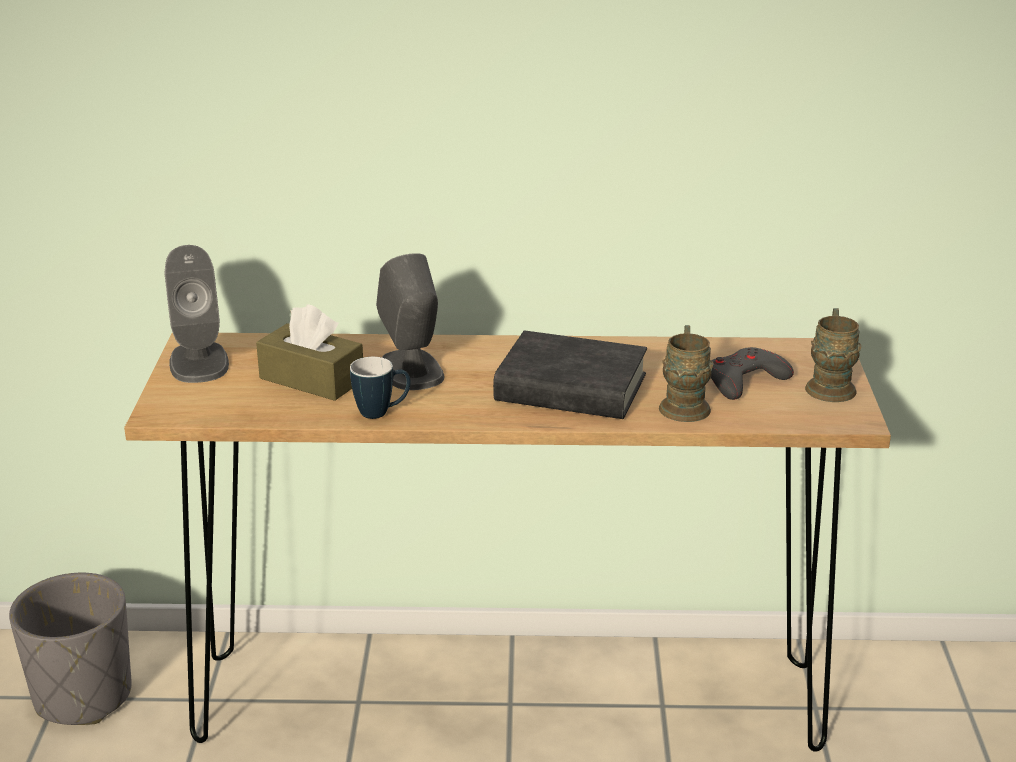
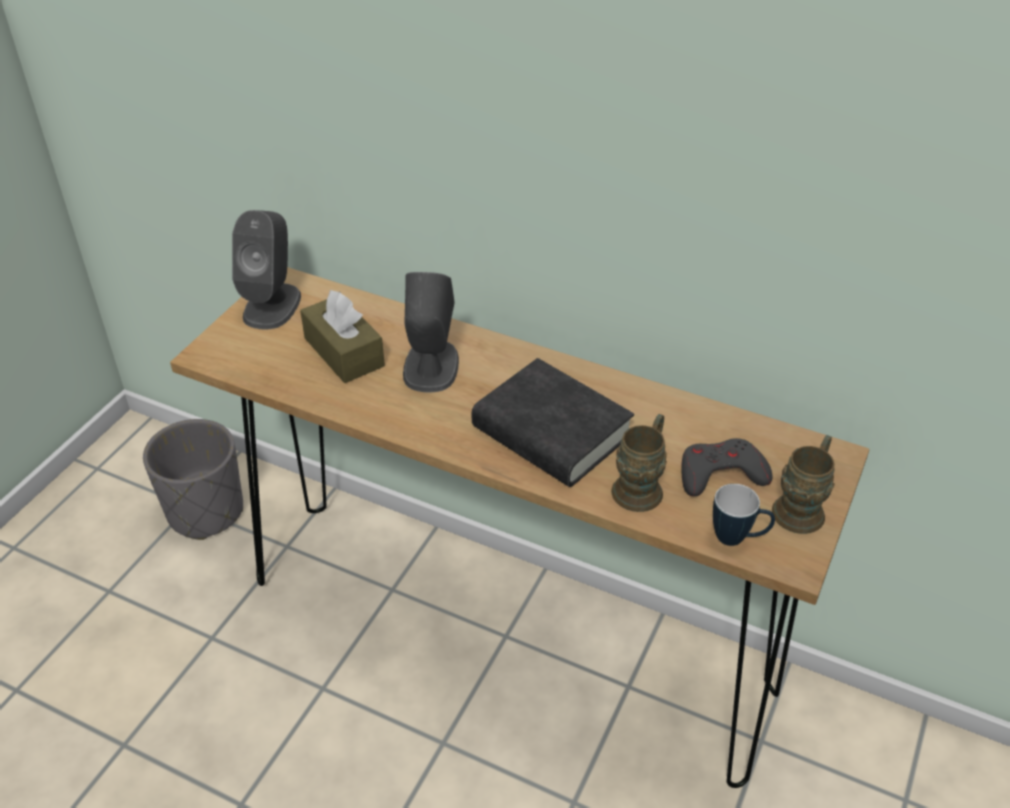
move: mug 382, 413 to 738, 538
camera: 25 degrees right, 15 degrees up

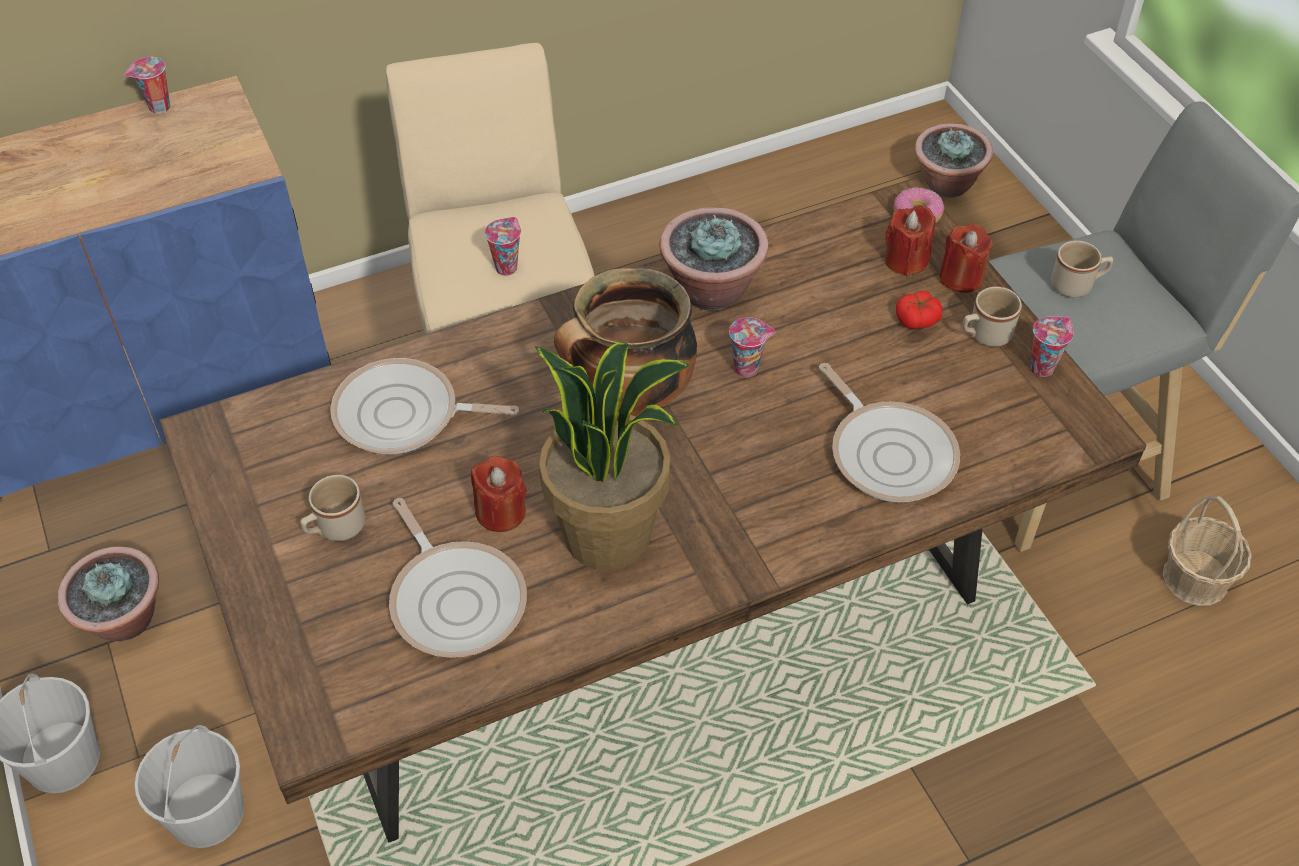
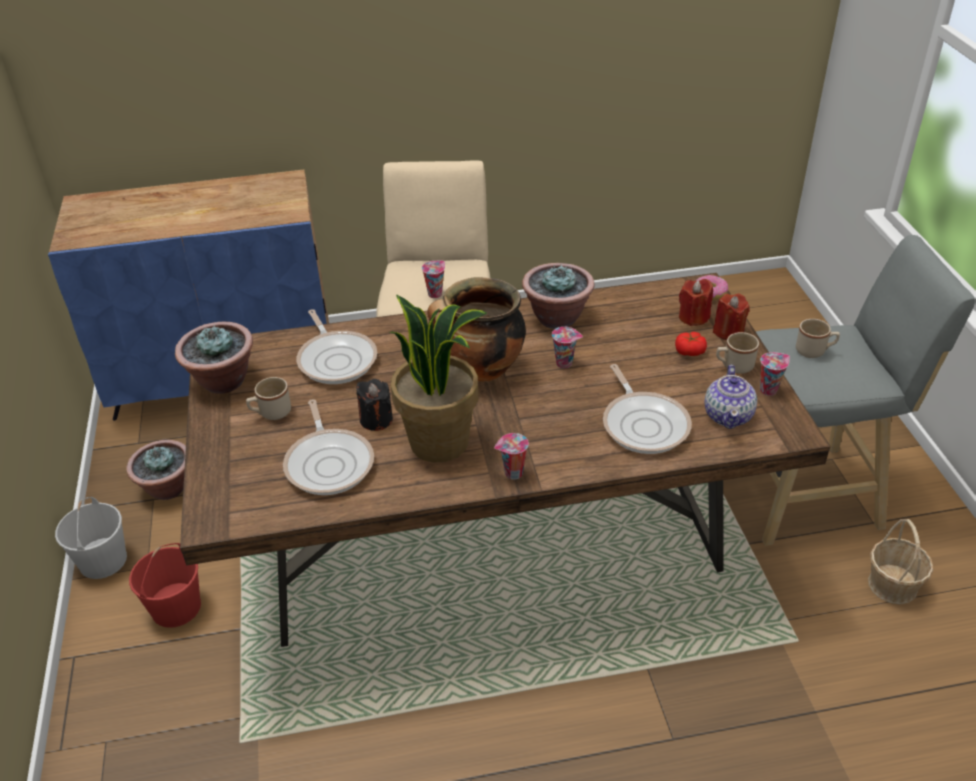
insert: teapot 728, 415
move: potted plant 946, 184 to 222, 381; cup 158, 108 to 512, 474
recolor: bucket/white 206, 811 to bucket/red 176, 606; candle/red 501, 512 to candle/black 376, 419
rotate: frying pan 404, 416 = 337, 359 135 degrees counterclockwise
camera: 15 degrees right, 10 degrees down

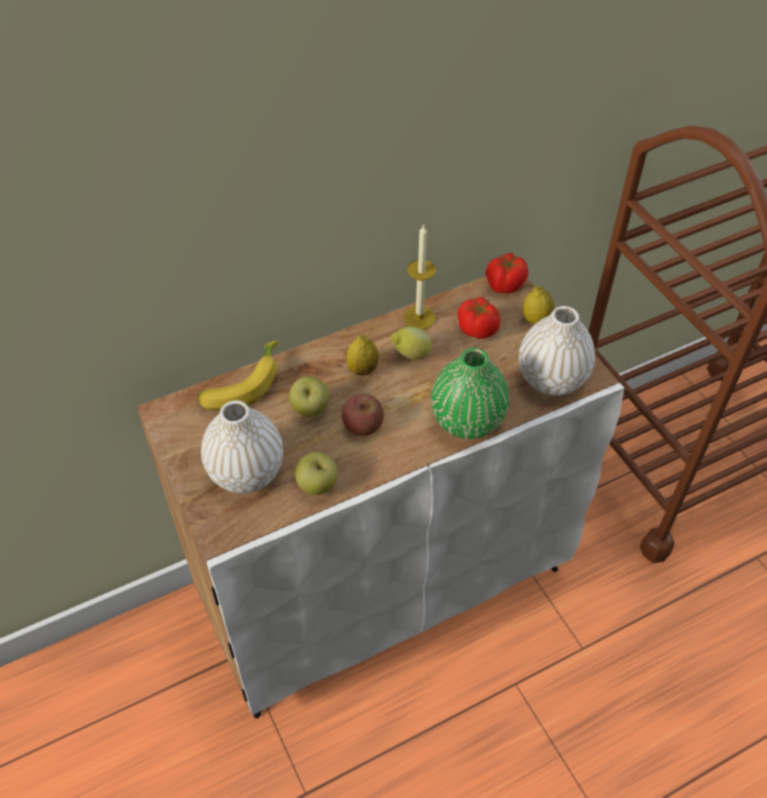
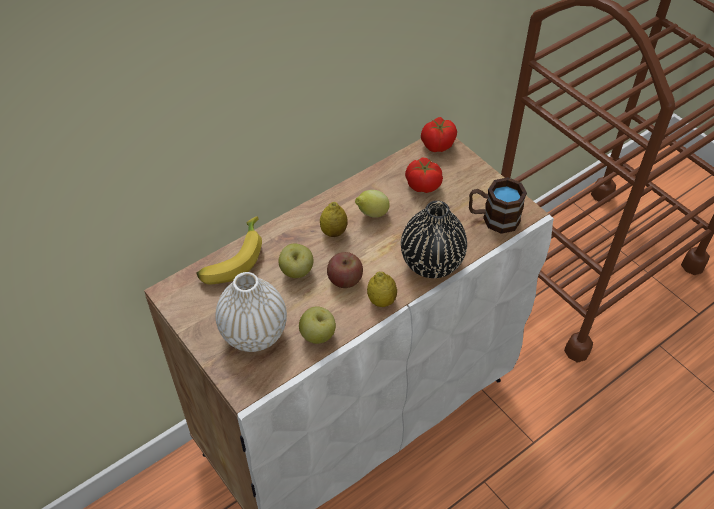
delete: candle 419, 318
move: lemon 536, 320 to 381, 300
replace: vase/white 551, 379 to mug/brown 493, 218
recolor: vase/green 467, 420 to vase/black 431, 262
camera: 10 degrees left, 0 degrees up

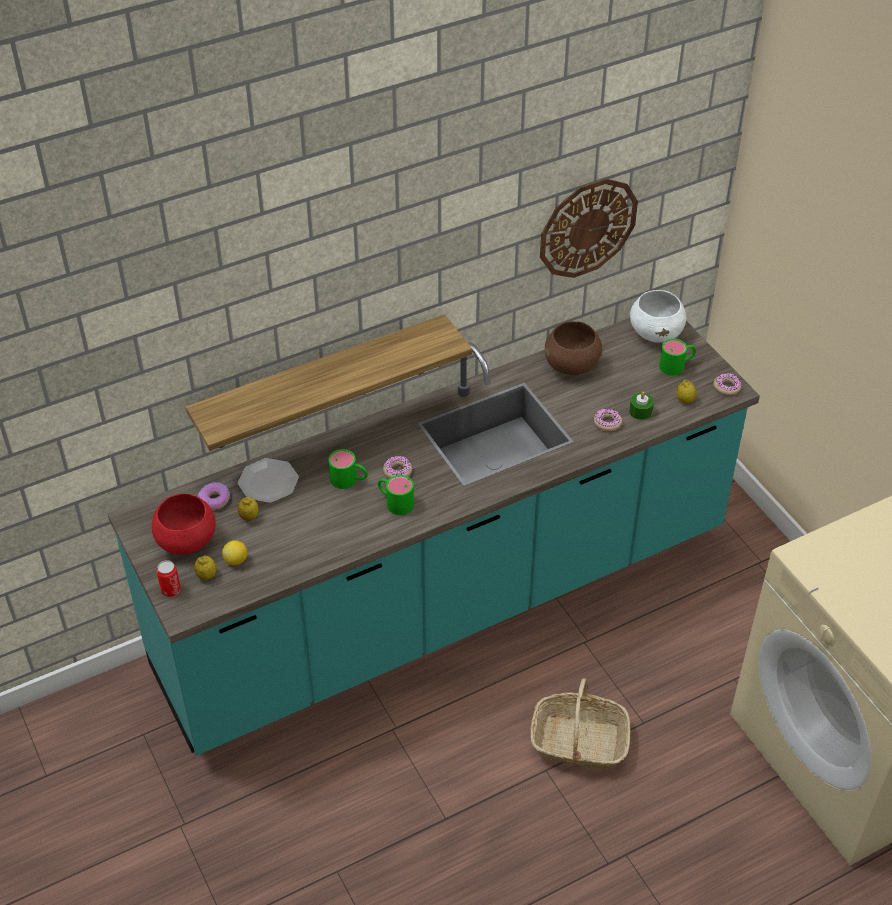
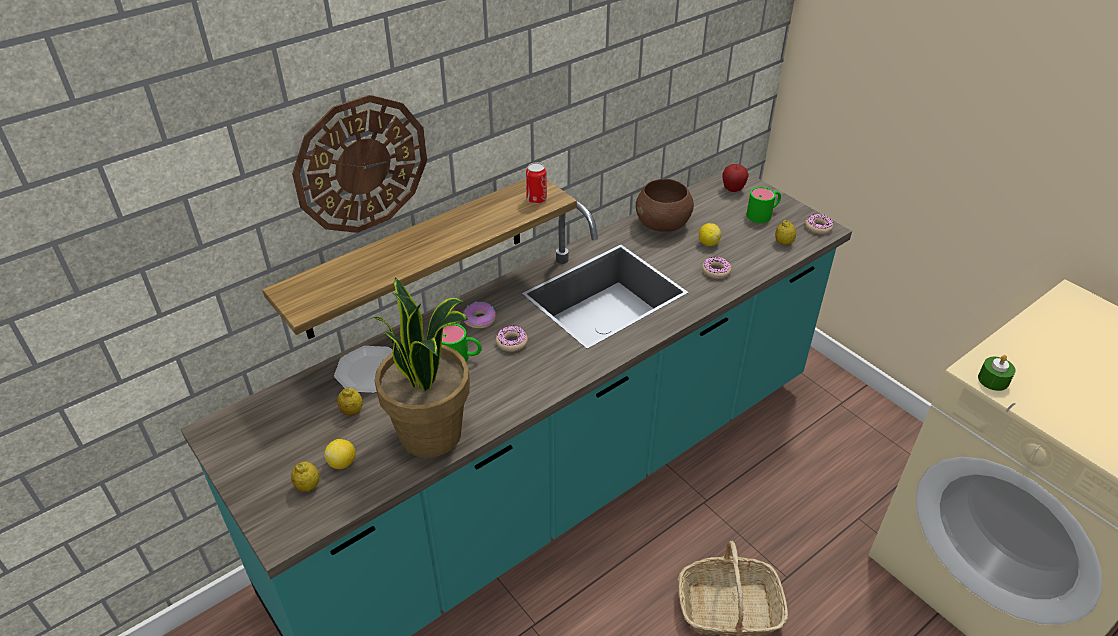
delete: bowl/red 186, 541; mug/green 395, 502
insert: potted plant 432, 433; lemon 708, 243
move: wall clock 587, 227 to 361, 165; donut 215, 499 to 480, 319; can 171, 590 to 536, 199; candle/green 640, 411 to 993, 380
replace: bowl/white 656, 333 to apple 733, 189
camera: 10 degrees left, 5 degrees down

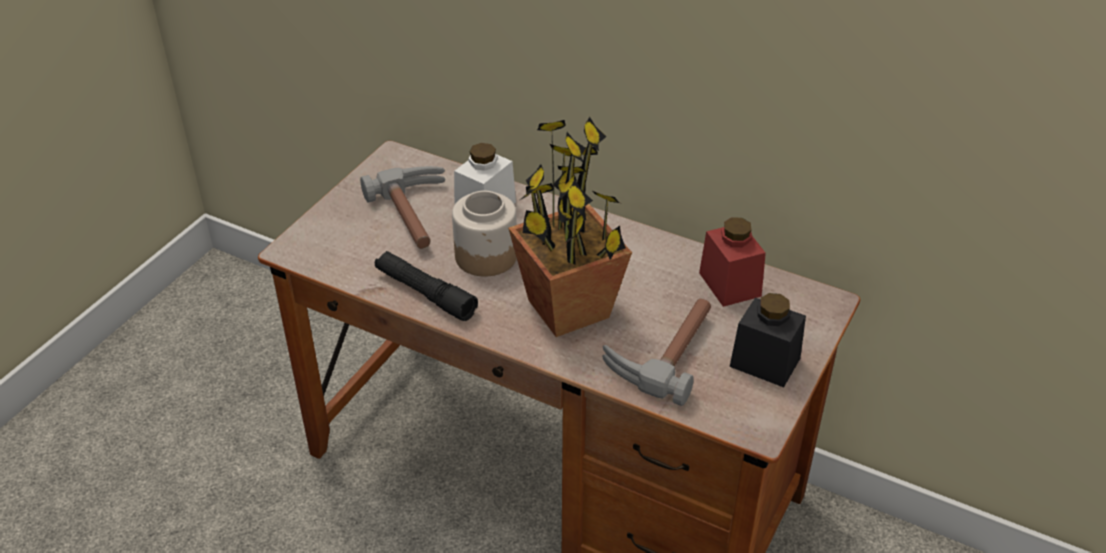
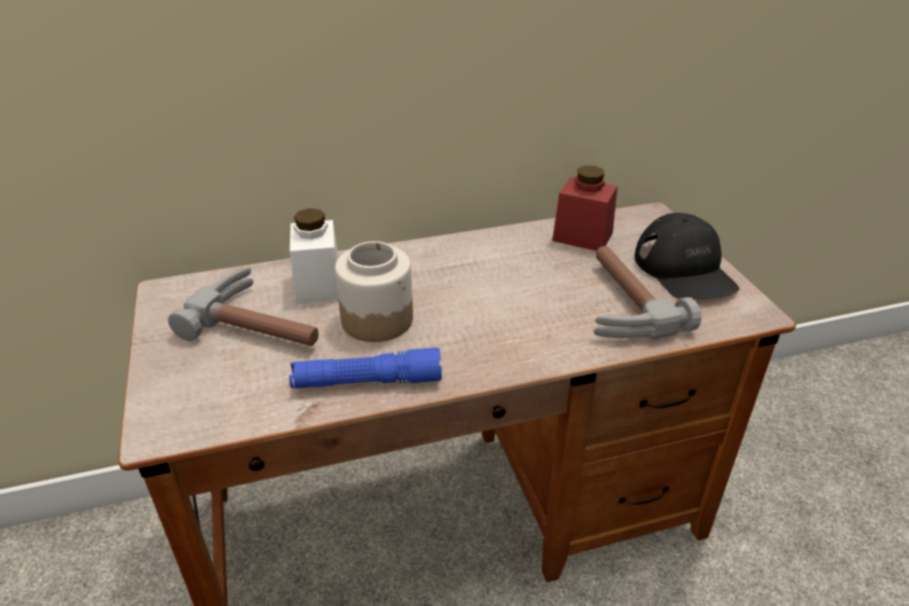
delete: potted plant 569, 309
replace: jar/black 765, 362 to cap/black 684, 269
recolor: flashlight/black 425, 293 to flashlight/blue 367, 382
camera: 45 degrees left, 5 degrees down

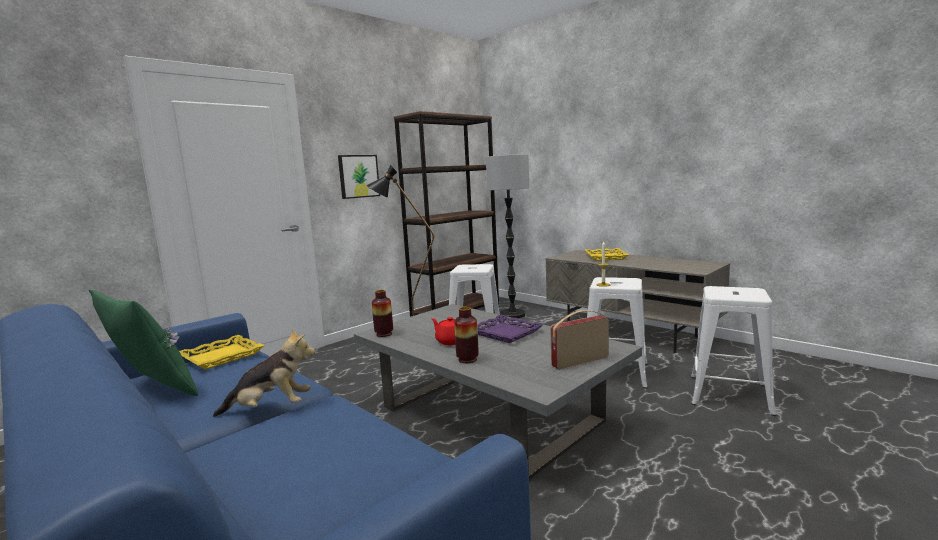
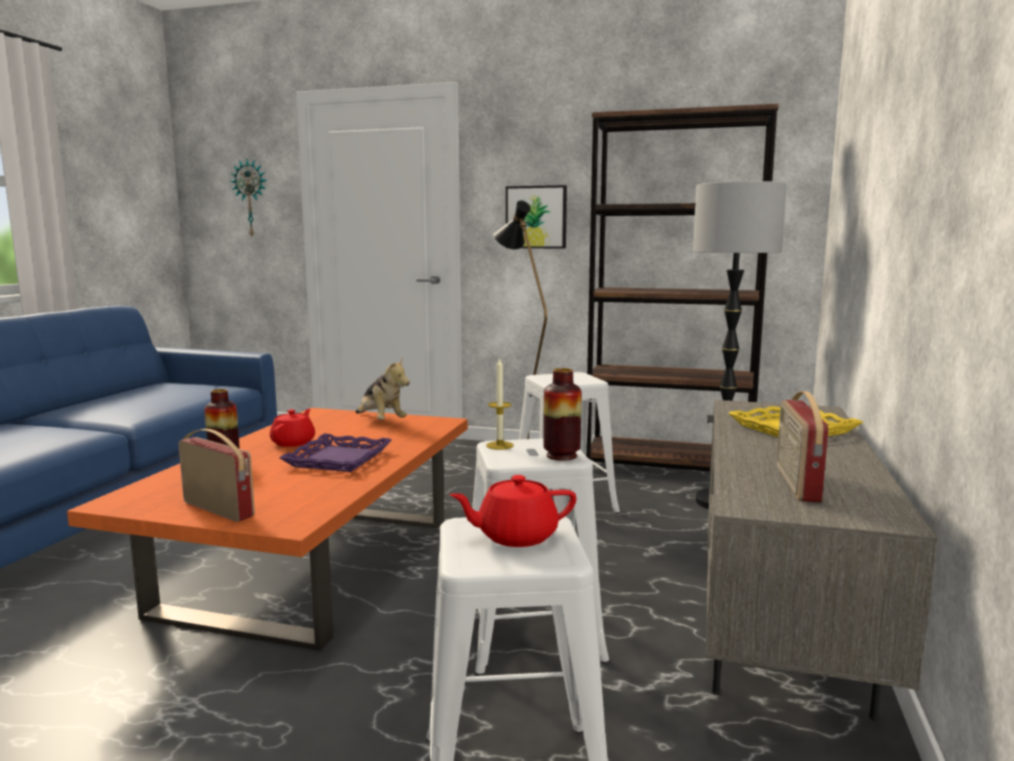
delete: pillow/green 152, 391; tray/yellow 221, 356
insert: wall clock 251, 198; teapot/red 515, 536; radio 796, 484
move: plush toy 271, 408 to 380, 421; vase 384, 334 to 561, 456
recolor: coffee table/grey 486, 414 to coffee table/orange 312, 562
camera: 60 degrees right, 0 degrees up

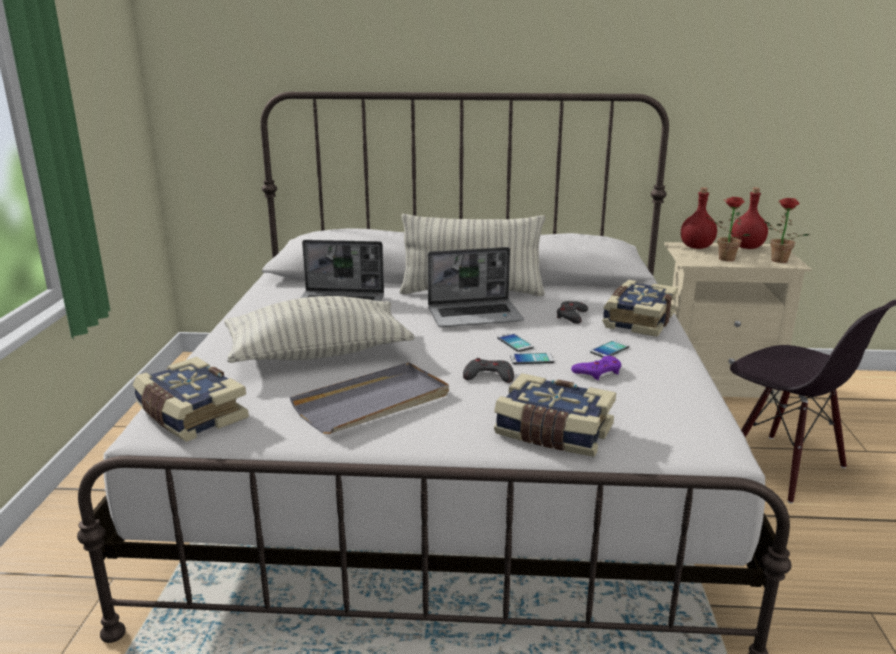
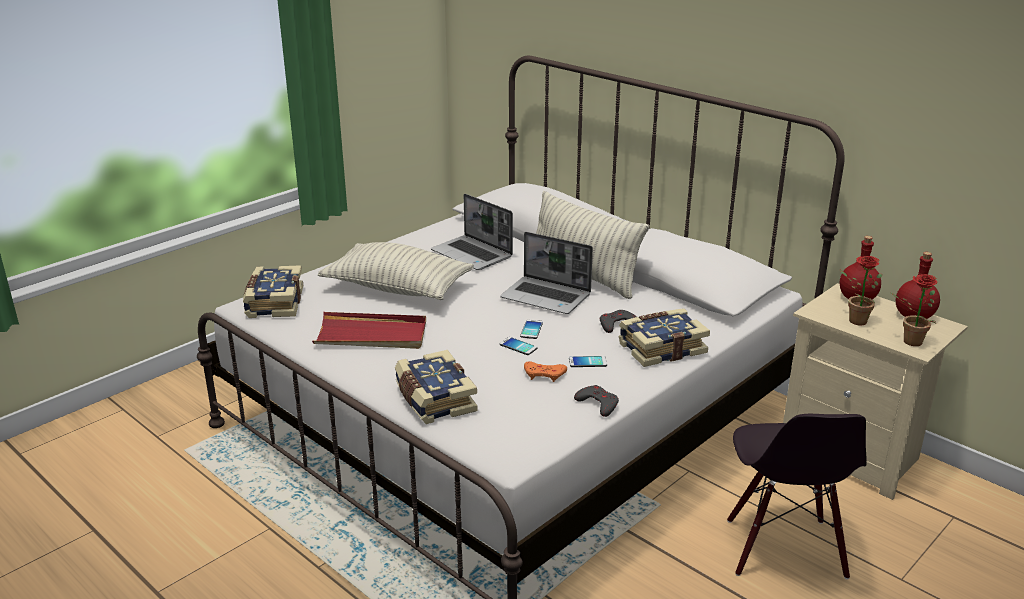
move: game controller/grey 488, 375 to 598, 404
recolor: tray/grey 373, 403 to tray/red 371, 335; game controller/purple 598, 372 to game controller/orange 544, 374
camera: 40 degrees right, 5 degrees up

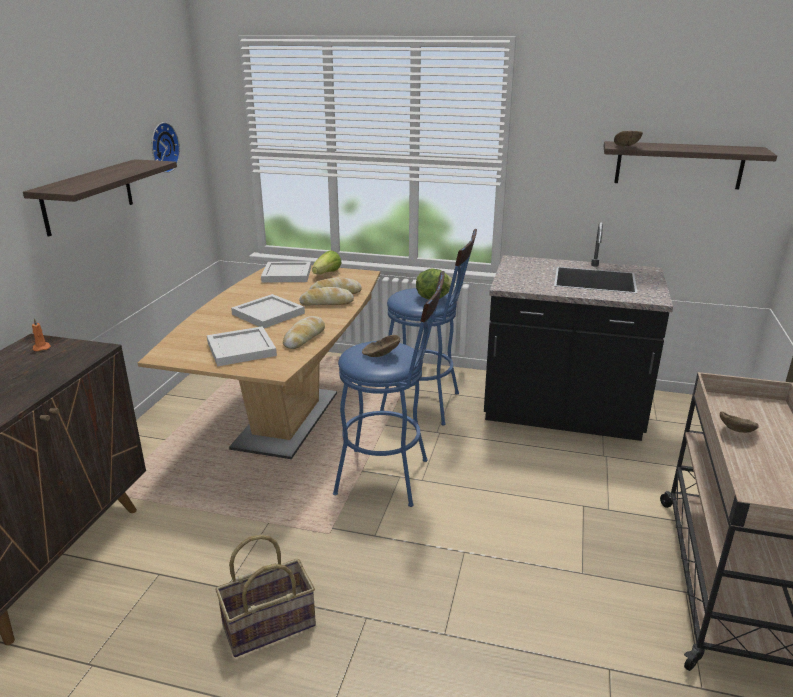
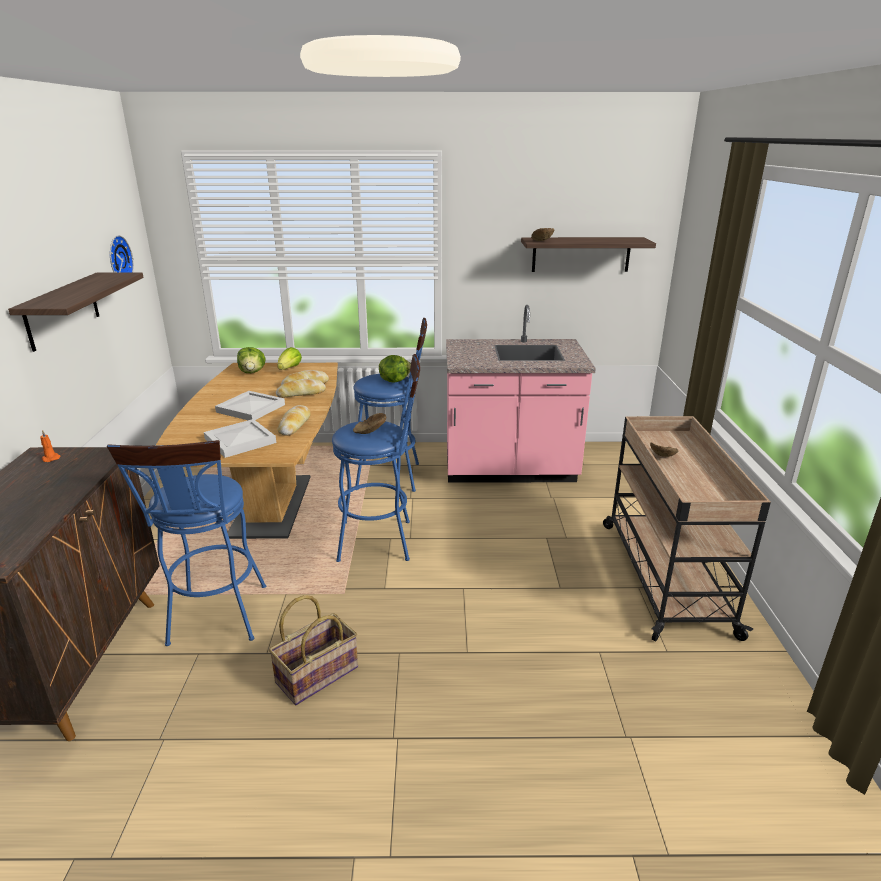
insert: stool/blue 217, 620
replace: tray/white 287, 274 to lettuce 252, 372
recolor: counter/black 562, 414 to counter/pink 509, 469
camera: 15 degrees left, 0 degrees up

